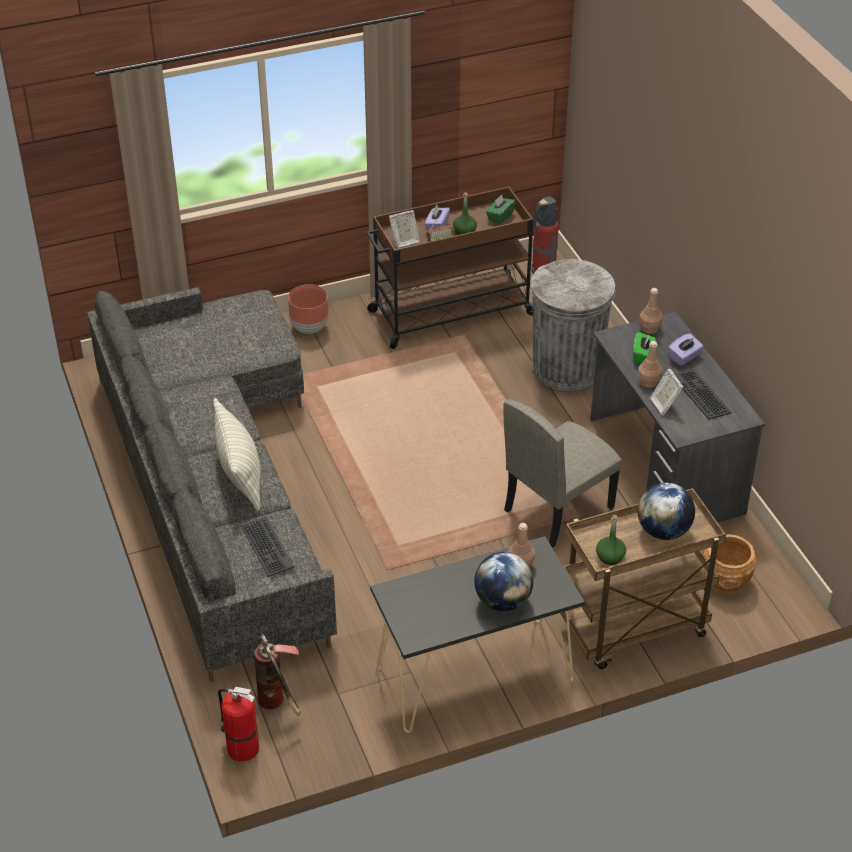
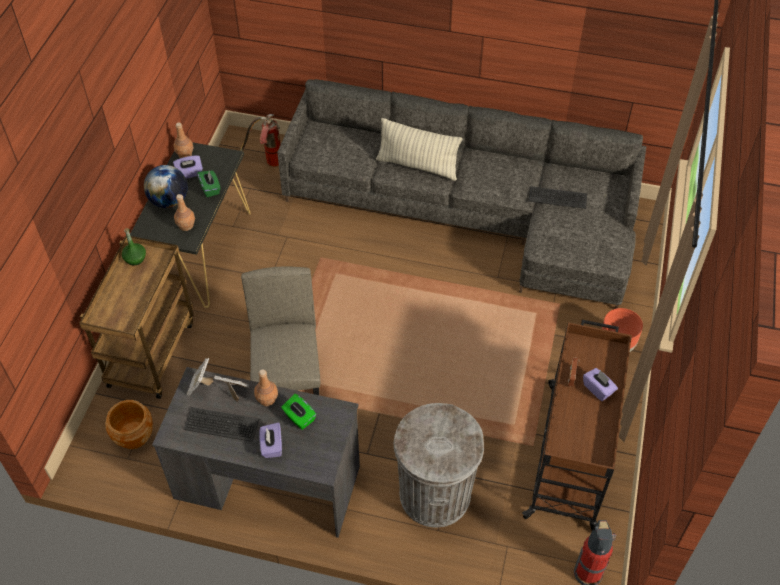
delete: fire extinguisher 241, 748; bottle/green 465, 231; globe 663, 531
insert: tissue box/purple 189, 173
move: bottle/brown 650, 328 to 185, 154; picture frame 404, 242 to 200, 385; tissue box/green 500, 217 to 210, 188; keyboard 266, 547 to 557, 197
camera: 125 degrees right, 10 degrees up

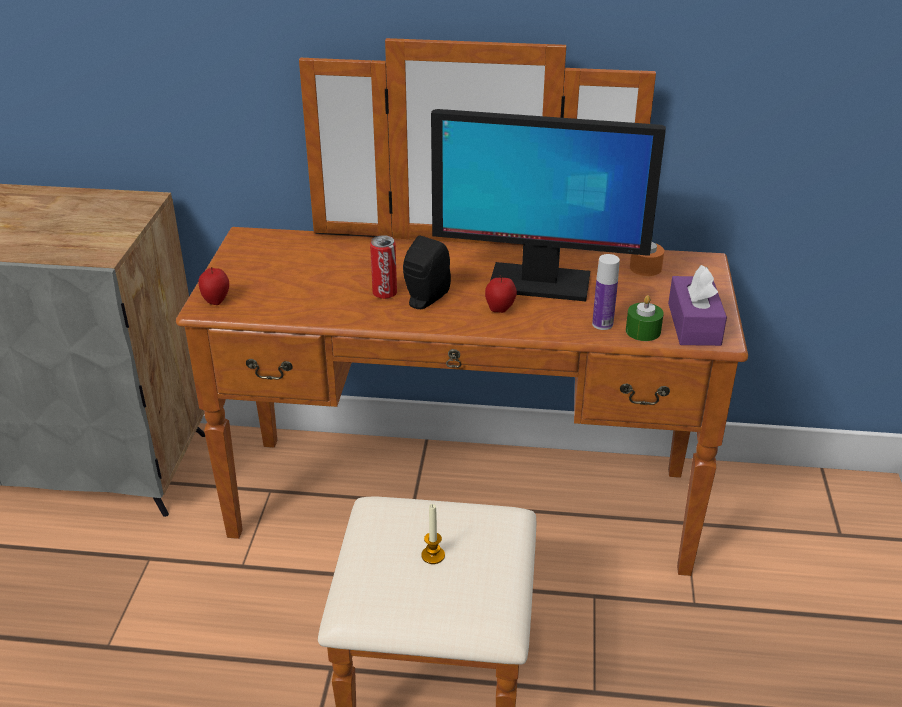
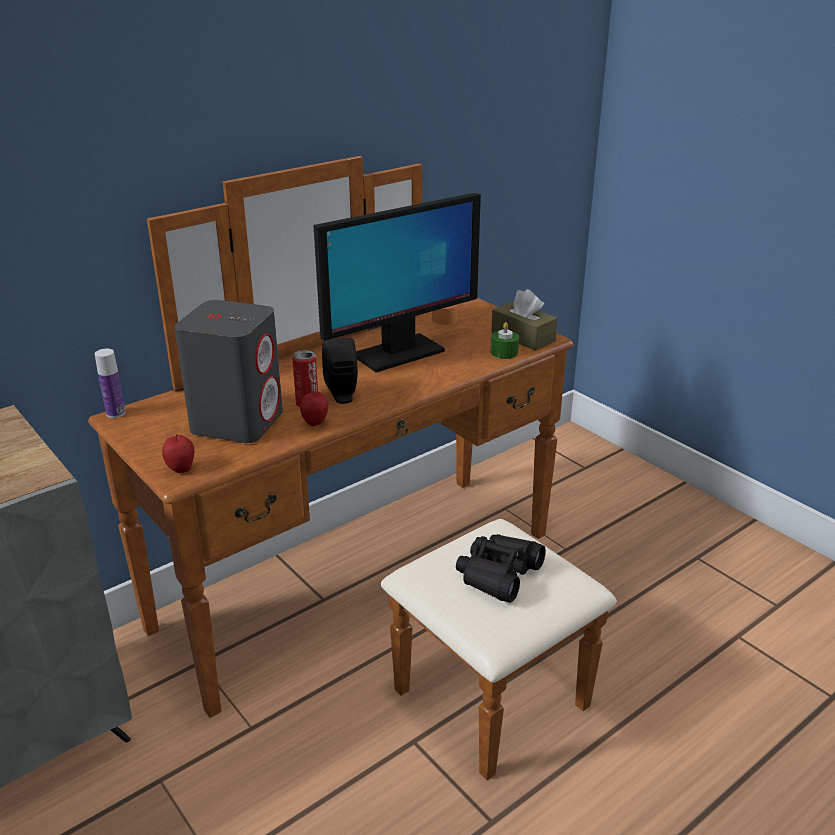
insert: speaker/grey 238, 421
move: bottle 602, 324 to 116, 413; apple 500, 310 to 315, 423
replace: candle 433, 555 to binoculars/black 498, 574
recolor: tissue box/purple 694, 324 to tissue box/brown 523, 337
camera: 45 degrees left, 5 degrees down

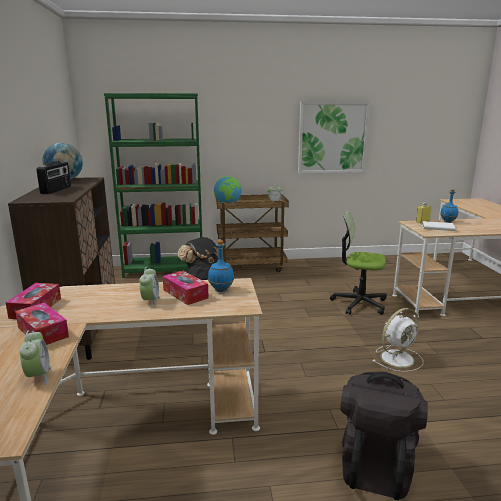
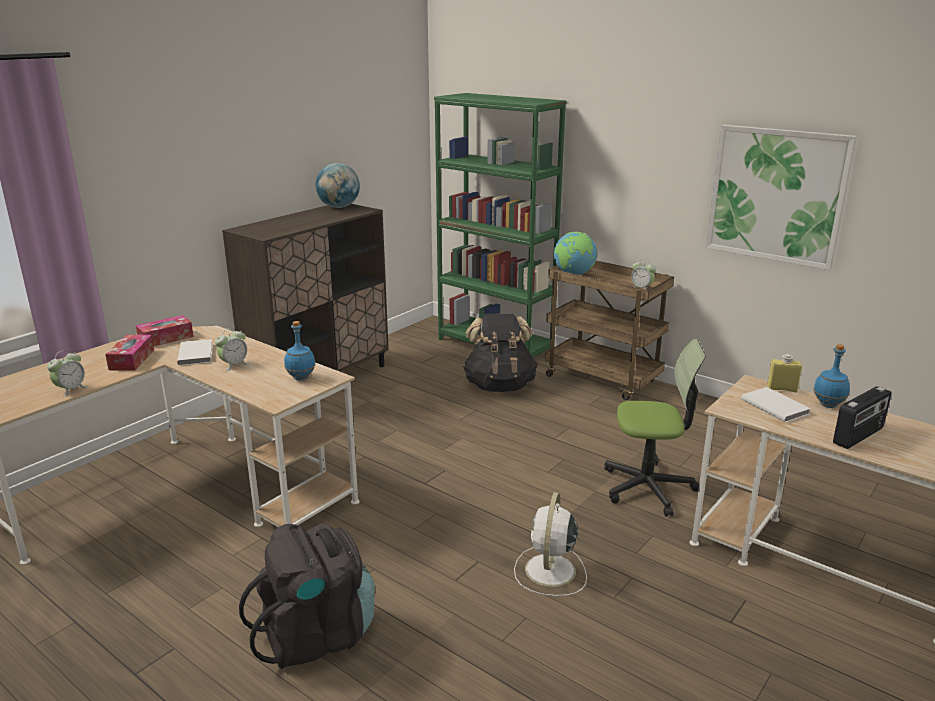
delete: tissue box 185, 294
insert: book/white 197, 354
move: radio 56, 190 to 859, 436
rotate: fan/white 398, 358 = 549, 572 90 degrees clockwise; office chair 359, 303 = 648, 487 120 degrees clockwise
camera: 45 degrees right, 5 degrees up

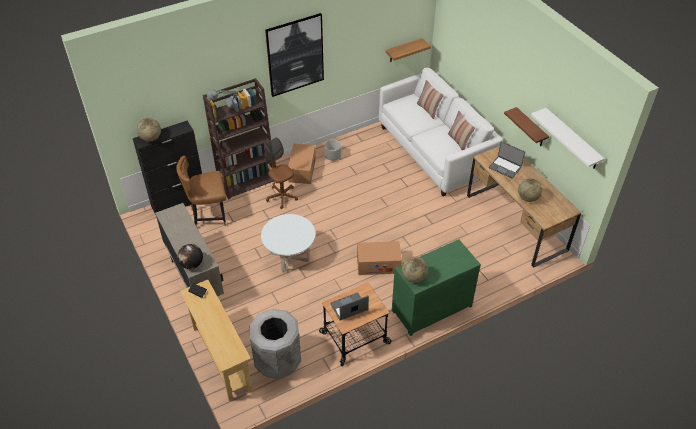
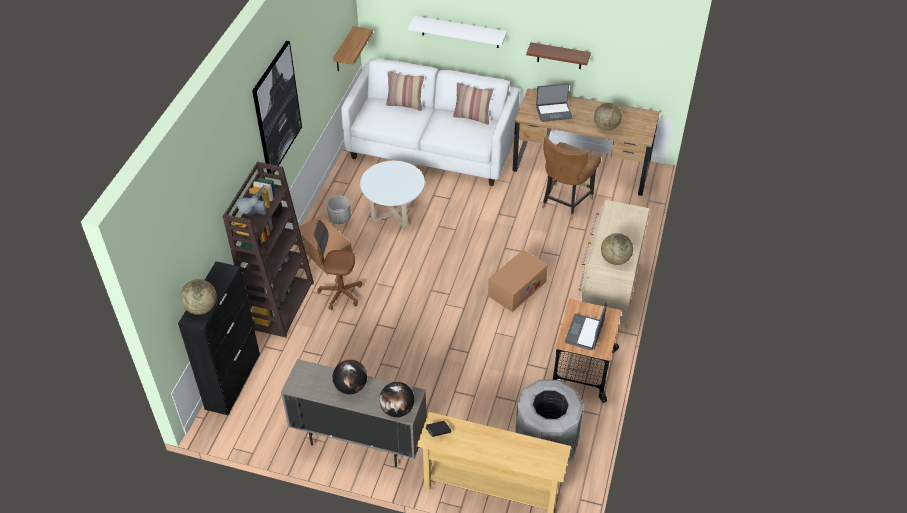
insert: globe 351, 387
move: coffee table/white 290, 257 to 394, 212; shelf/white 572, 139 to 460, 32; chair/brown 209, 216 to 565, 202
recolor: dresser/green 430, 307 to dresser/beige 607, 292
camera: 45 degrees left, 0 degrees up

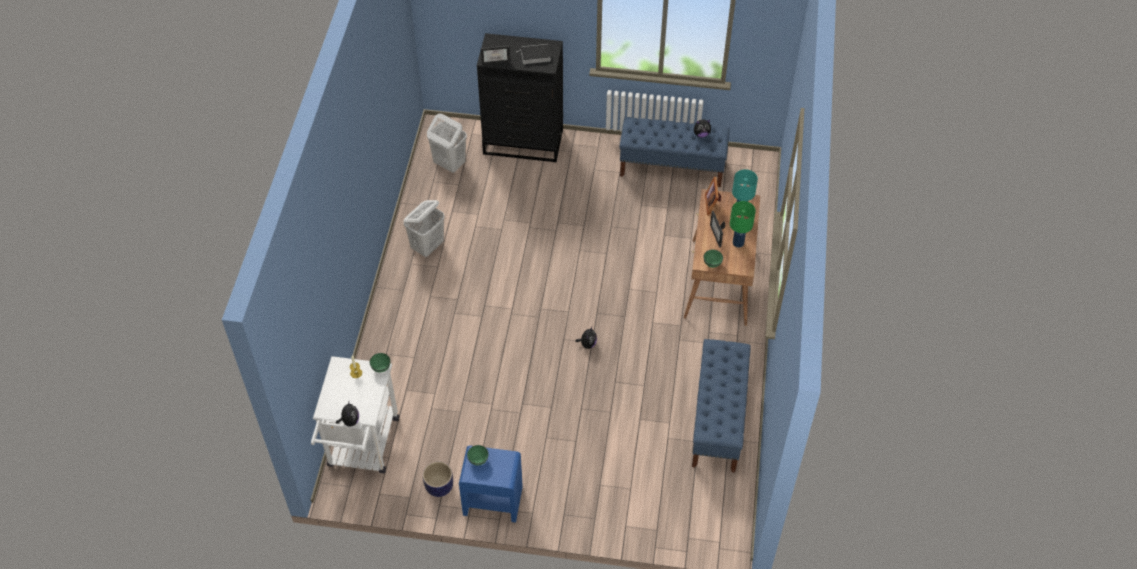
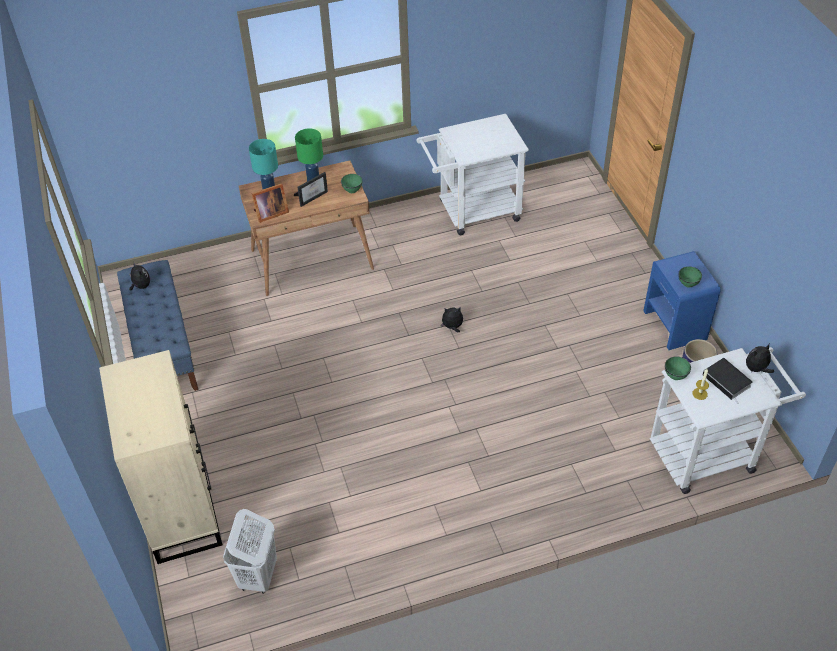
delete: laundry basket/white 428, 246; picture frame 496, 60
move: book 534, 56 to 728, 381
replace: bench/blue 718, 419 to cart/white 472, 212
recolor: dresser/black 524, 142 to dresser/beige 181, 508
camera: 115 degrees left, 5 degrees down

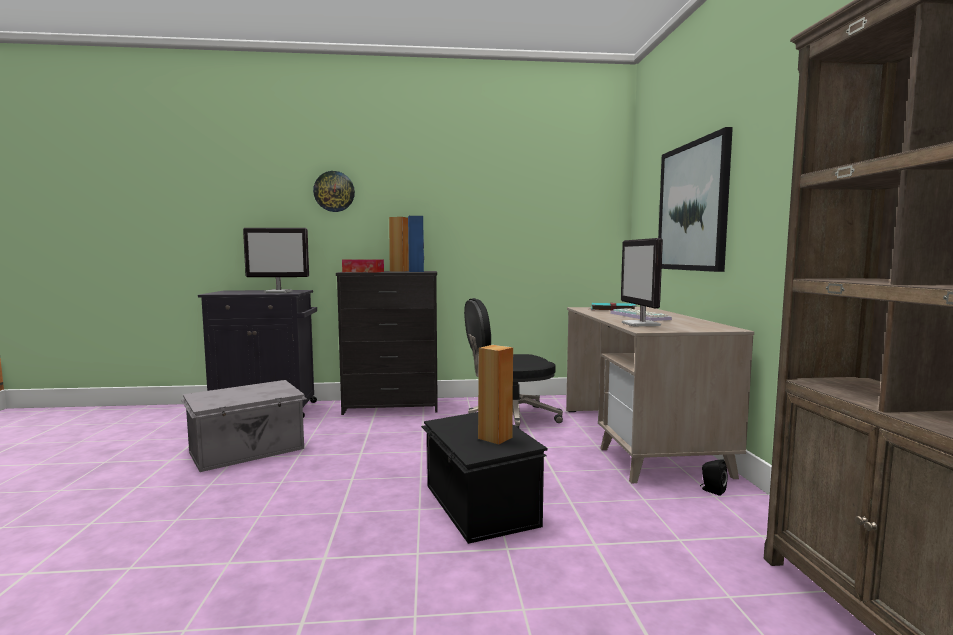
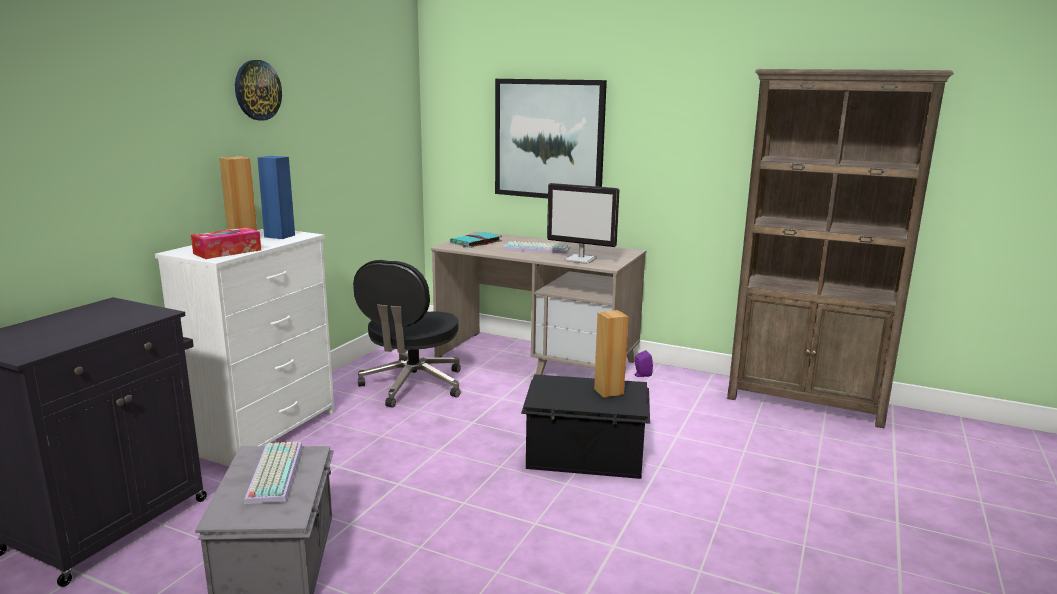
delete: monitor 279, 292
insert: keyboard 273, 472
move: wall clock 334, 191 to 257, 90
recolor: dresser/black 392, 406 to dresser/white 266, 431; speaker/black 712, 490 to speaker/purple 641, 375
camera: 60 degrees left, 10 degrees up

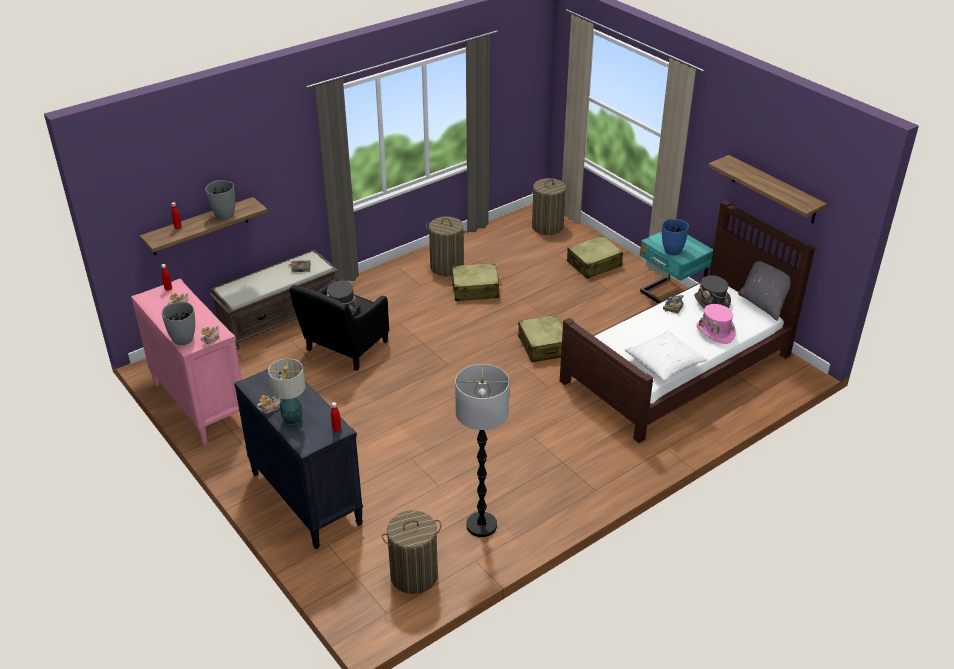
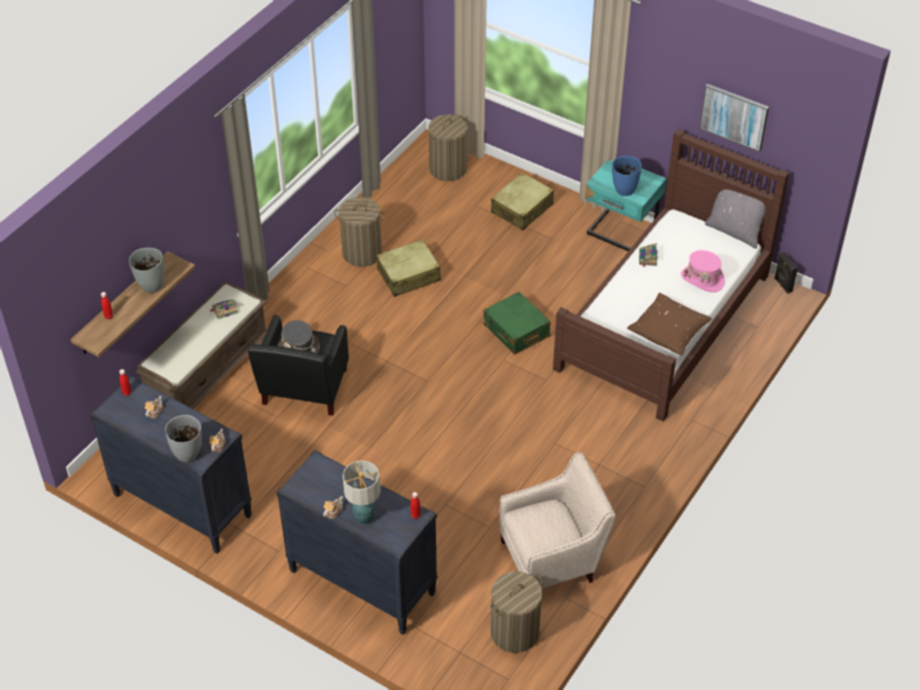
delete: hat/grey 711, 303
insert: speaker/black 782, 285
replace: floor lamp 481, 525 to armchair/beige 553, 559; shelf 774, 190 to picture 734, 116
recolor: dresser/pink 199, 404 to dresser/black 182, 505; suitcase/beige 543, 346 to suitcase/green 516, 331; pillow/white 664, 363 to pillow/brown 668, 331
camera: 20 degrees left, 10 degrees up

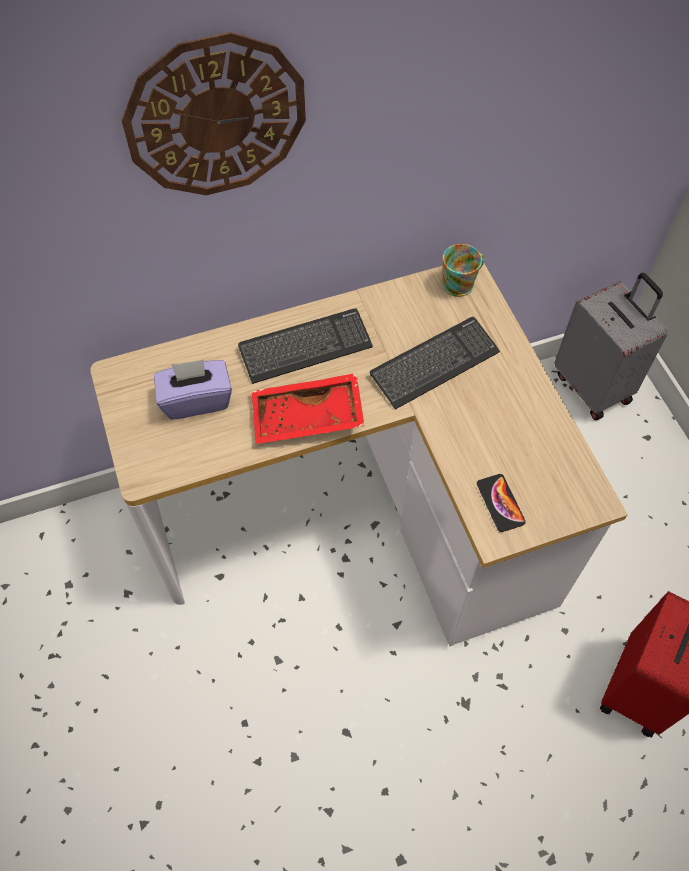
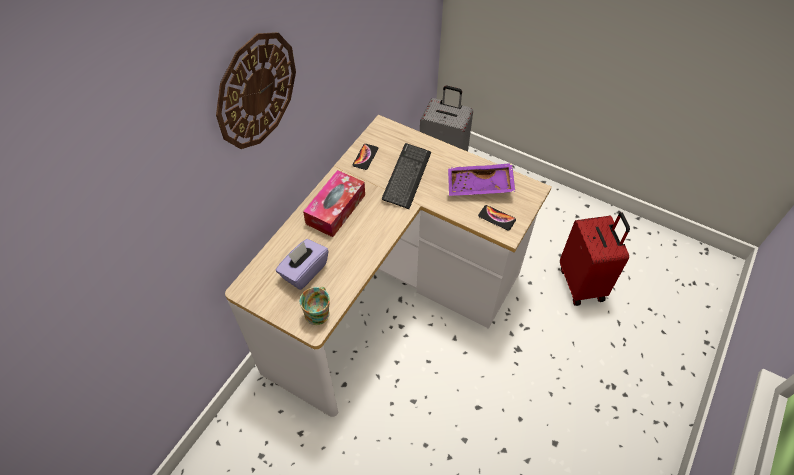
delete: tray/red 307, 419
insert: phone 365, 157; tray/purple 479, 187
move: mug 462, 282 to 319, 311
replace: keyboard 305, 347 to tissue box 336, 209
camera: 40 degrees left, 5 degrees down

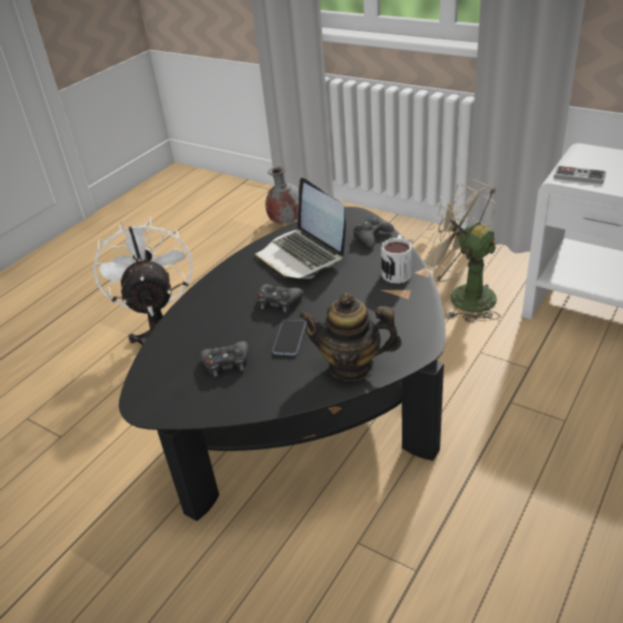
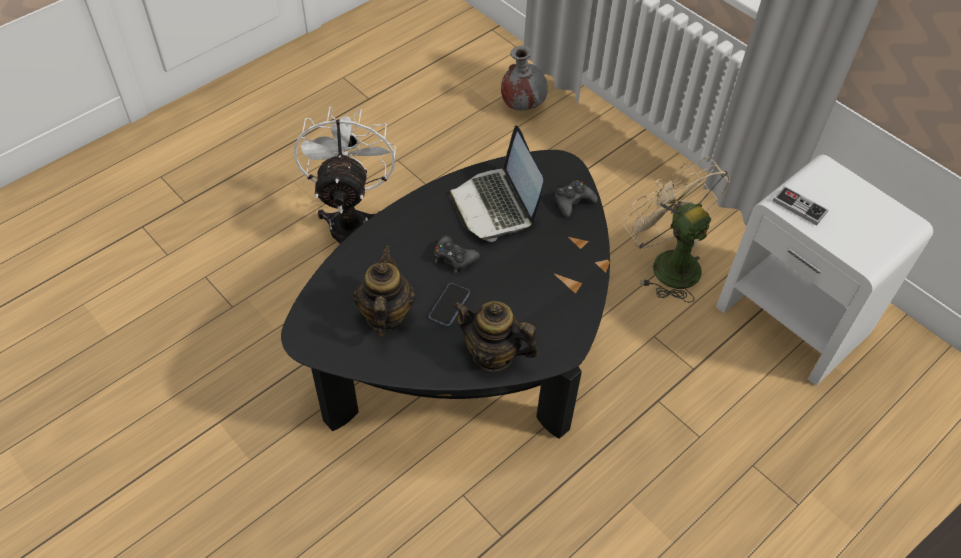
delete: mug 397, 270
replace: game controller/black 227, 363 to teapot 385, 315
camera: 10 degrees right, 15 degrees up

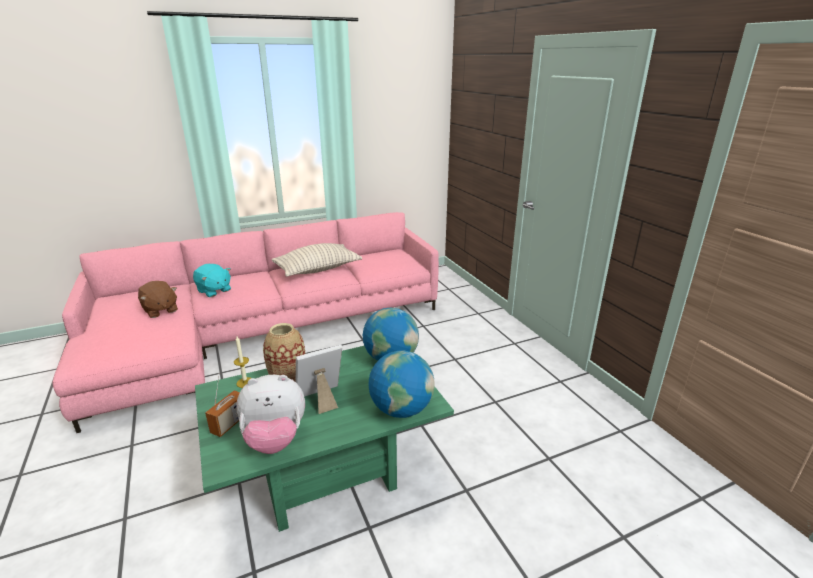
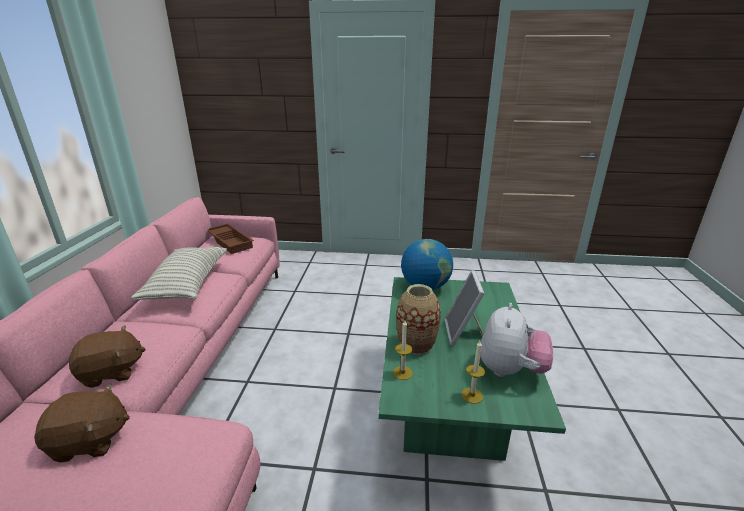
delete: globe 401, 409
insert: tray/brown 231, 241
replace: radio 229, 424 to candle 472, 395
recolor: plush toy/turquoise 214, 291 to plush toy/brown 112, 372
camera: 60 degrees left, 0 degrees up

